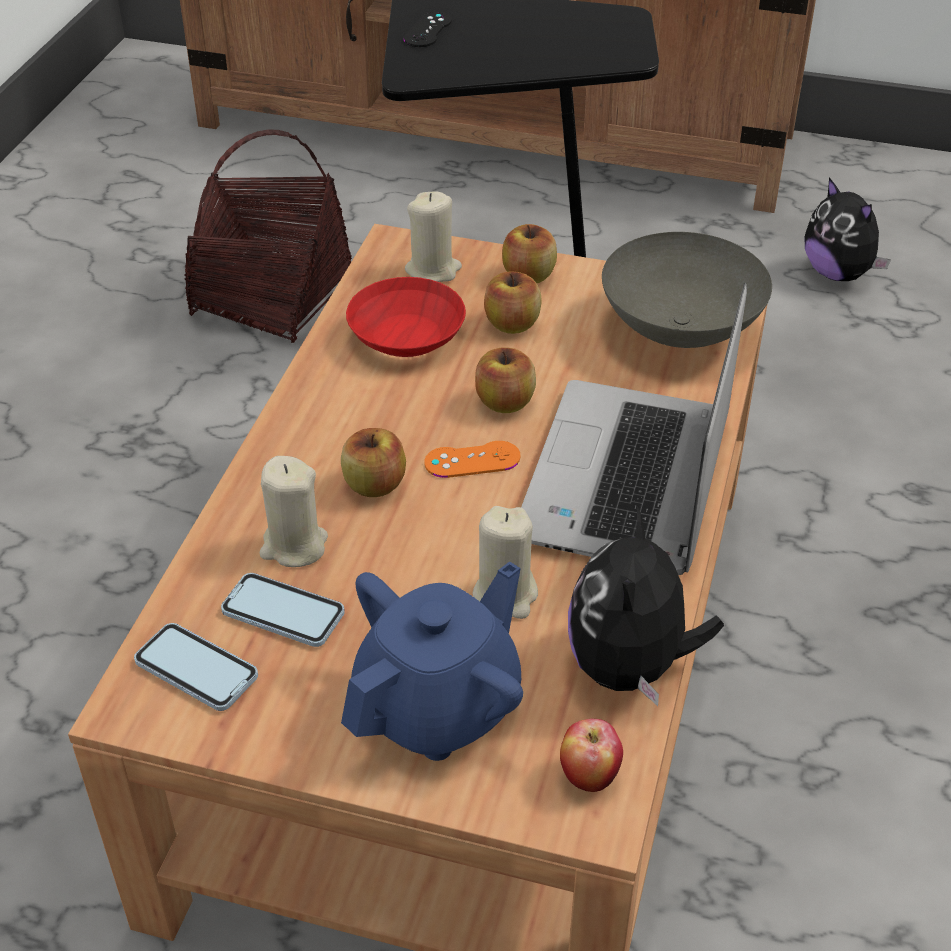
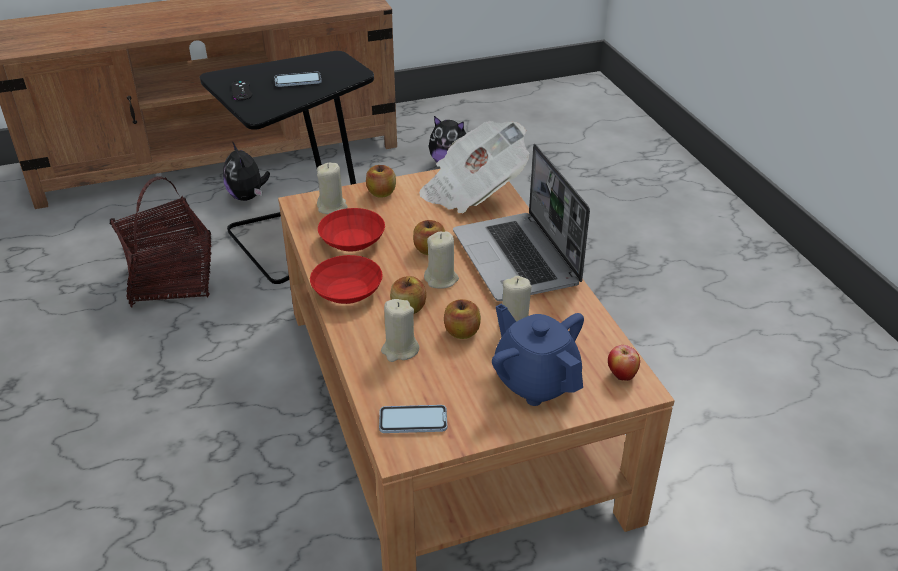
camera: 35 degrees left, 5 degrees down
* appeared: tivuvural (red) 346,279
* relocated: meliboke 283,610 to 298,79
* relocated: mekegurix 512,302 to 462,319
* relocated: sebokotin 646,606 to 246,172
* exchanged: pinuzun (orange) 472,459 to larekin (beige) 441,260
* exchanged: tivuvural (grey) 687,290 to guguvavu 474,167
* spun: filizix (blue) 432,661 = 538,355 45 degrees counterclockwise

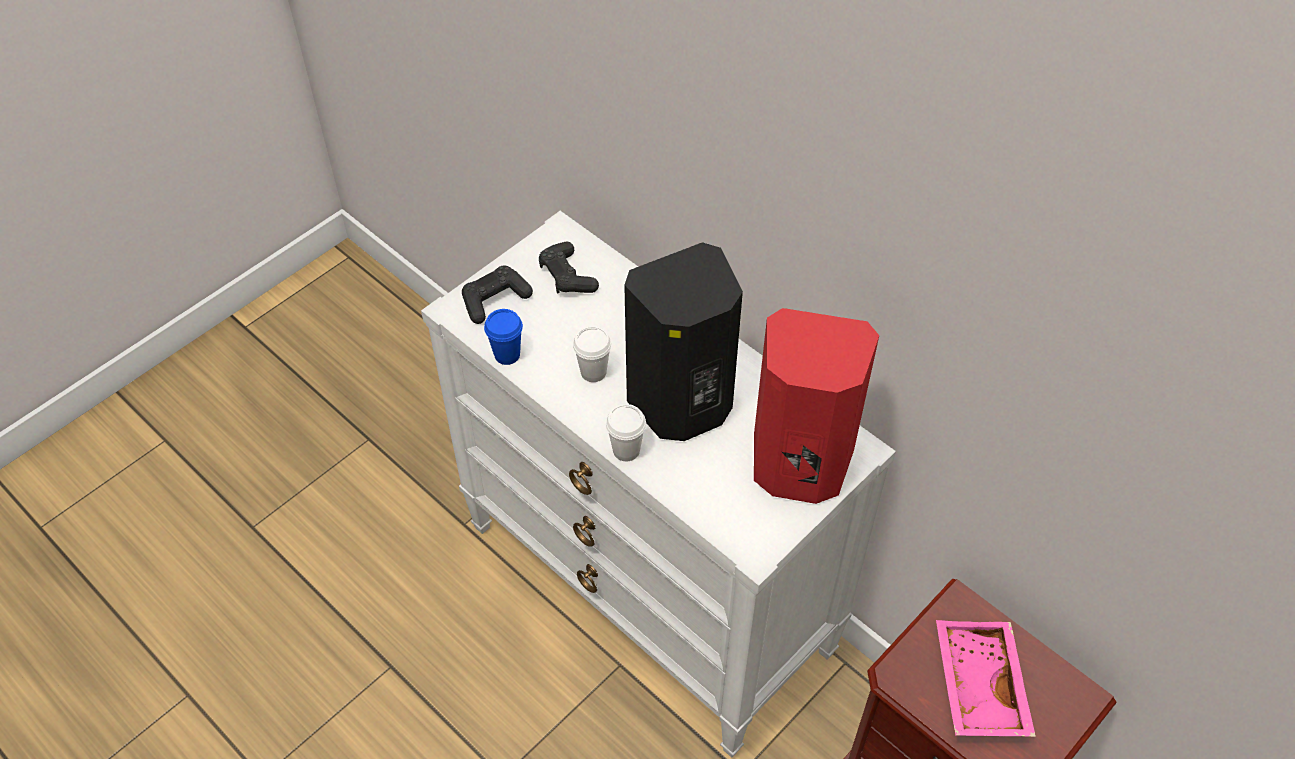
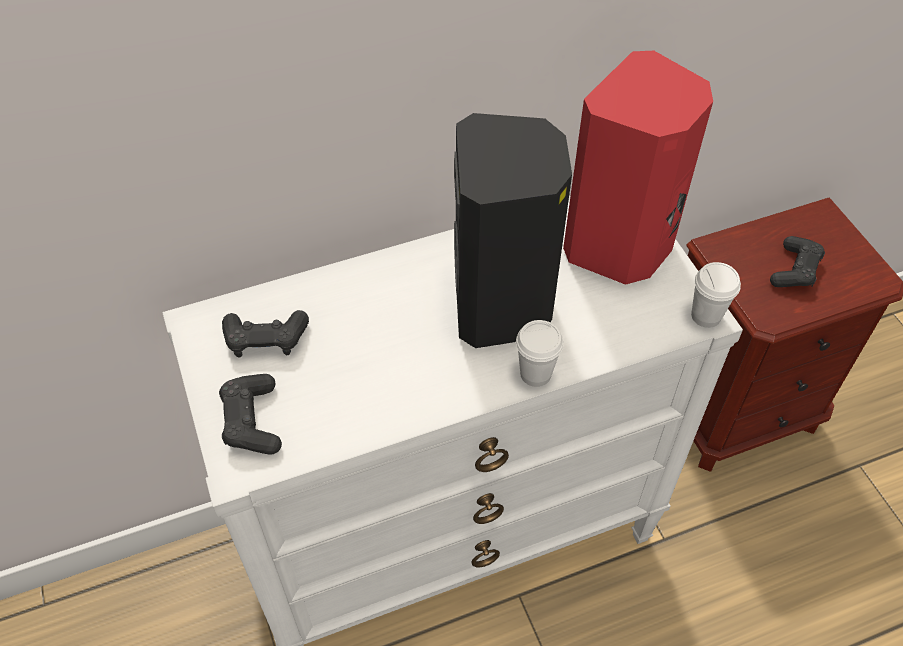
camera: 65 degrees left, 0 degrees up
* missing: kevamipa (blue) 503,337
* relocated: kevamipa (white) 592,354 to 716,295
* exchanged: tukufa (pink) 986,678 to pinuzun (black) 797,261

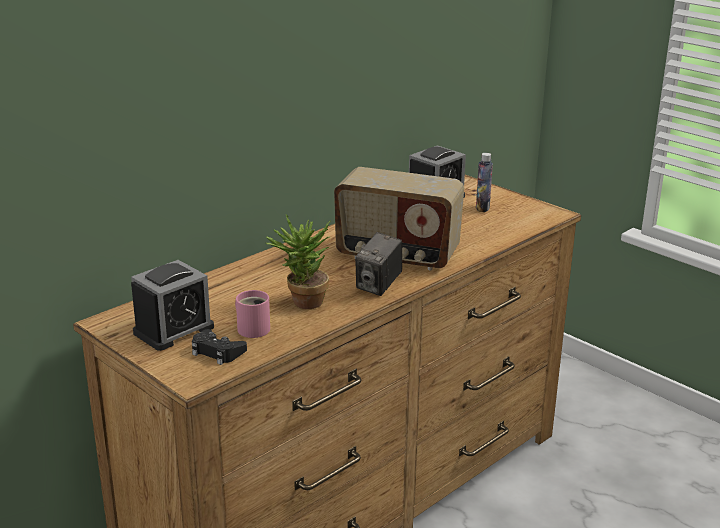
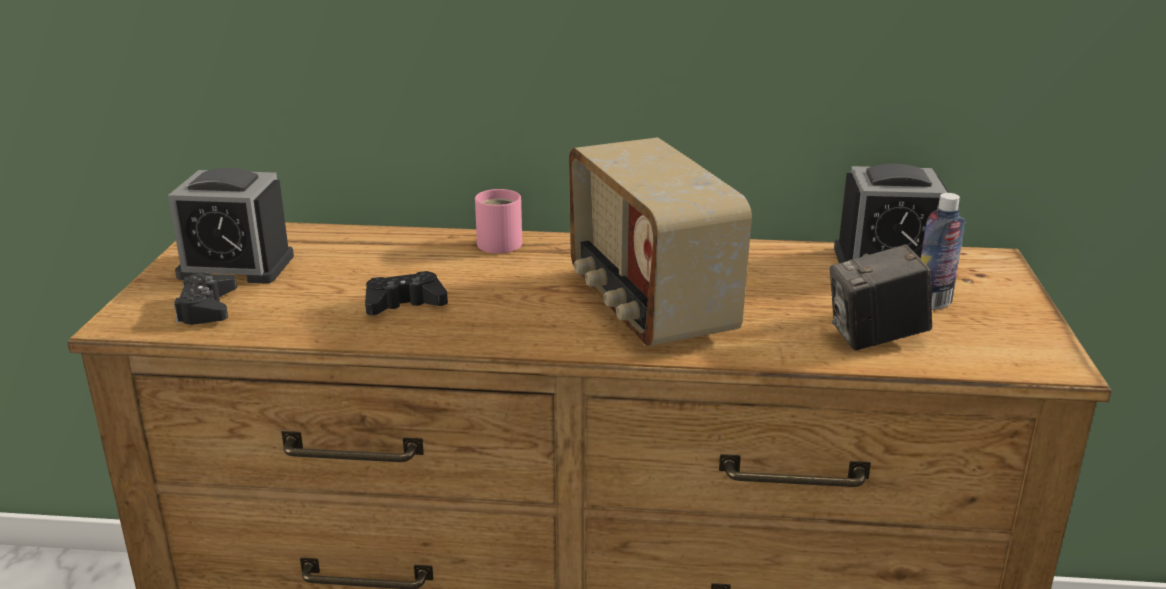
camera: 50 degrees right, 0 degrees up
* relocated: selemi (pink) 252,314 to 498,221
* relocated: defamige 378,264 to 881,297
* exchanged: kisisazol 298,261 to pinuzun (black) 406,293

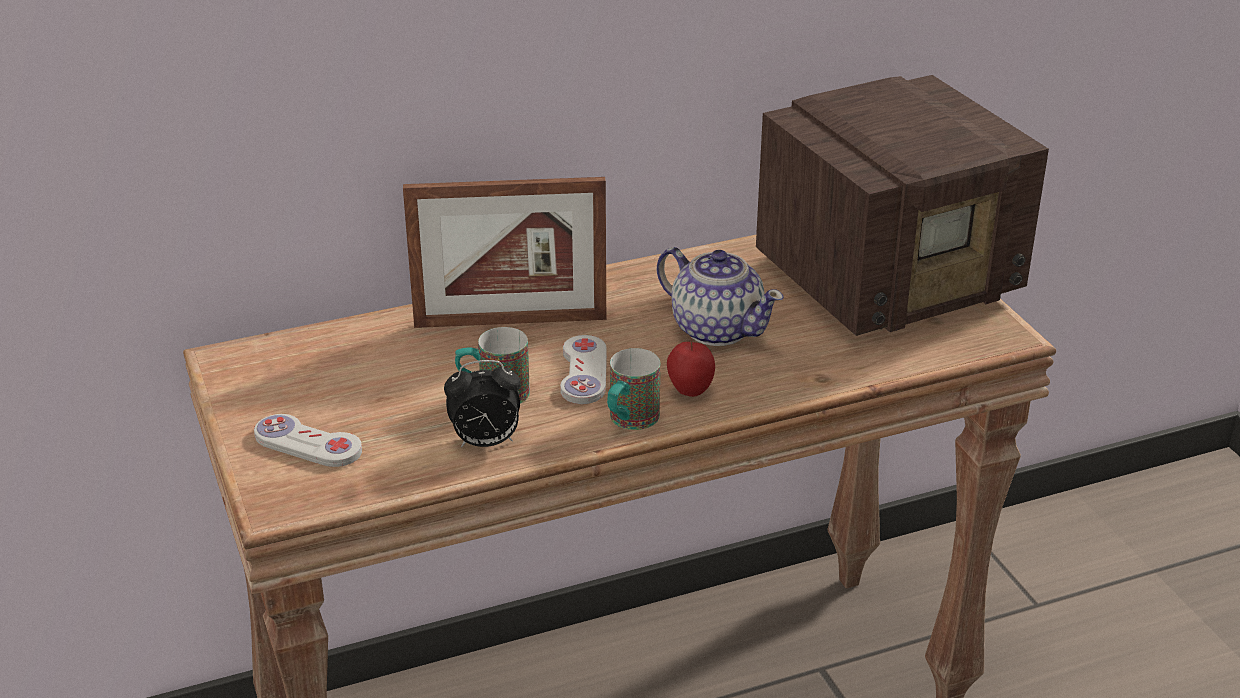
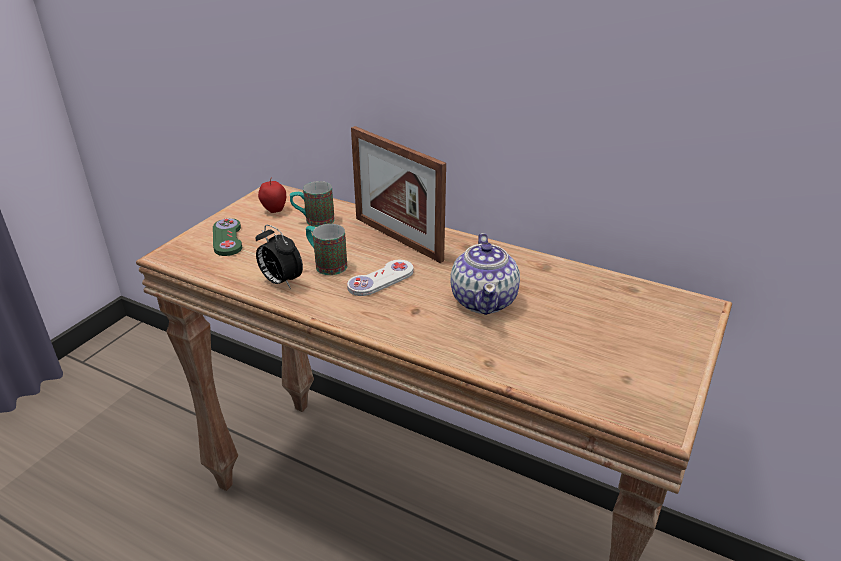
camera: 50 degrees right, 0 degrees up
* missing: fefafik 902,205
* relocated: selemi 633,389 to 312,204
* relocated: mekegurix 691,367 to 272,195
* colour: pinuzun (white) 308,440 to pinuzun (green) 227,237

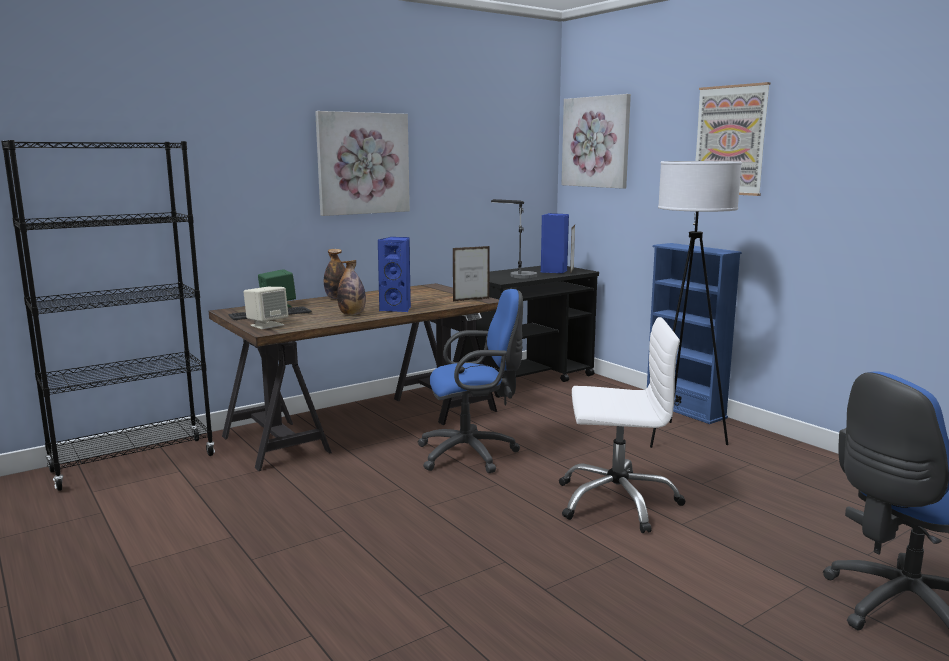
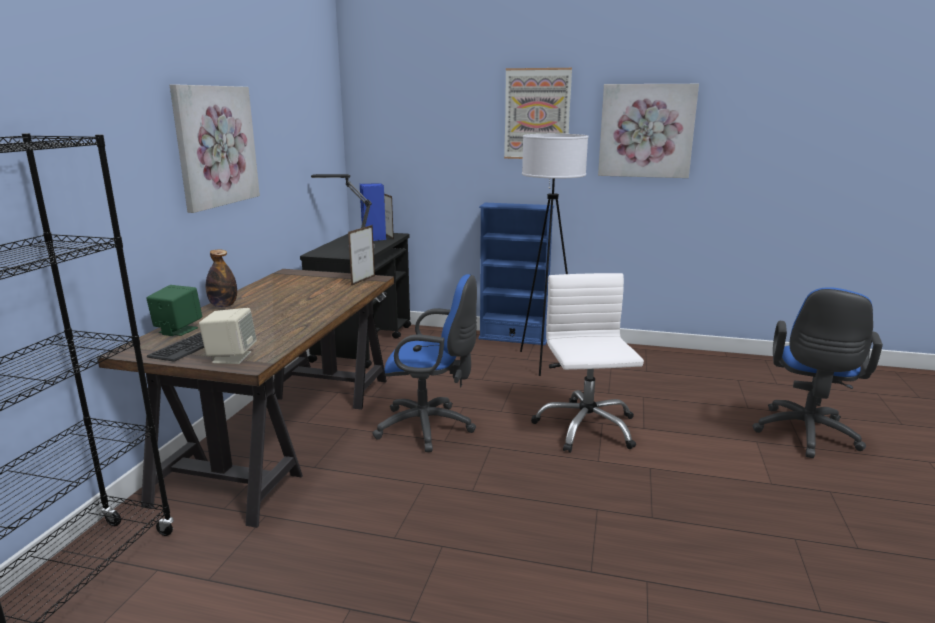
camera: 40 degrees left, 5 degrees up
* missing: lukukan 351,287
* missing: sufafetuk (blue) 394,274
* relocated: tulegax 596,141 to 648,131
* spun: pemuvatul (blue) 470,381 = 424,363 60 degrees clockwise
* spun: pemuvatul (white) 622,425 = 587,363 60 degrees counterclockwise

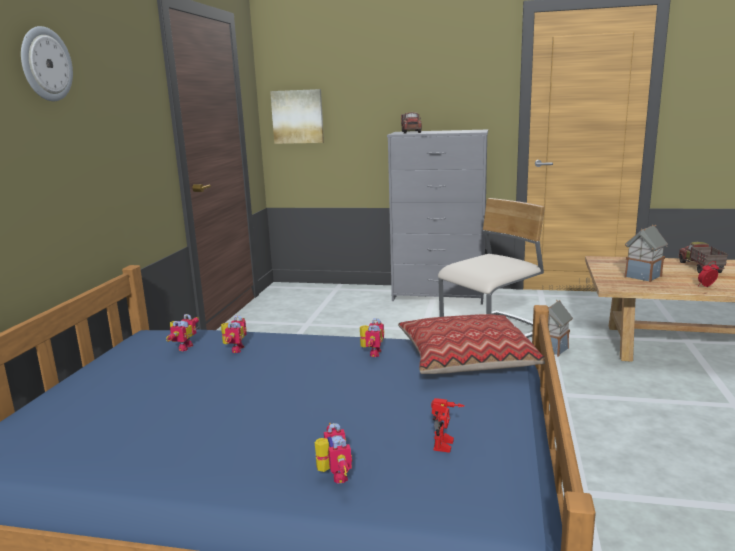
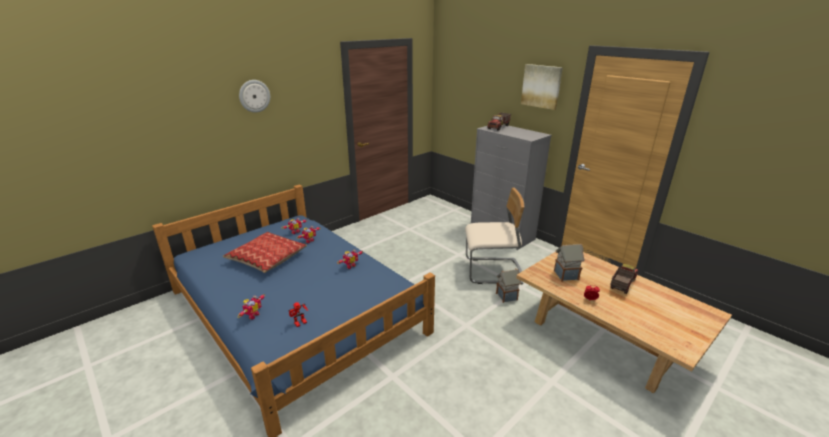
camera: 35 degrees right, 10 degrees up
* relocated: tulegax 297,116 to 542,87
* relocated: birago 471,344 to 265,252

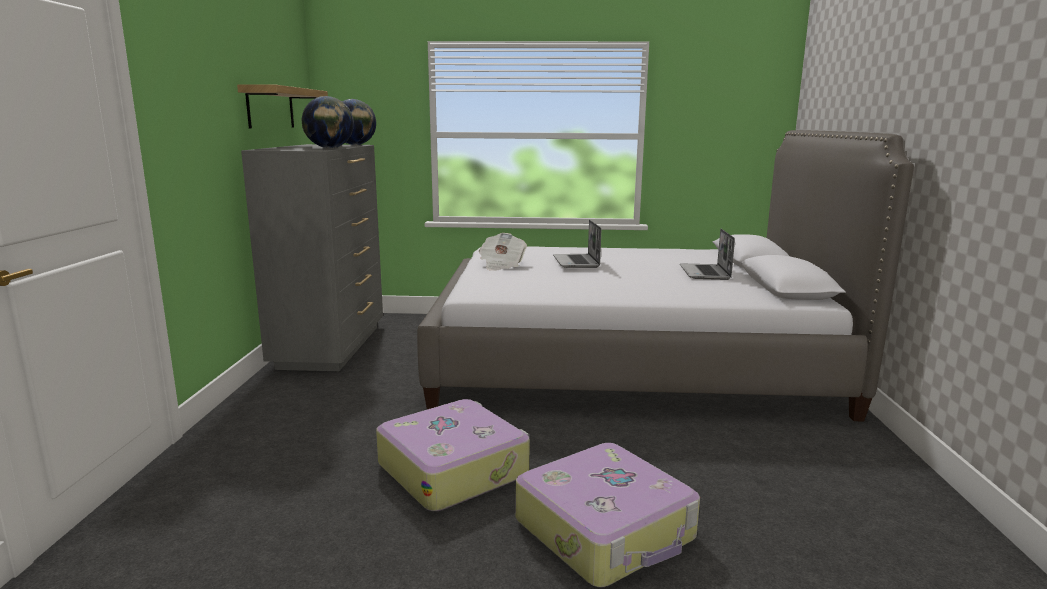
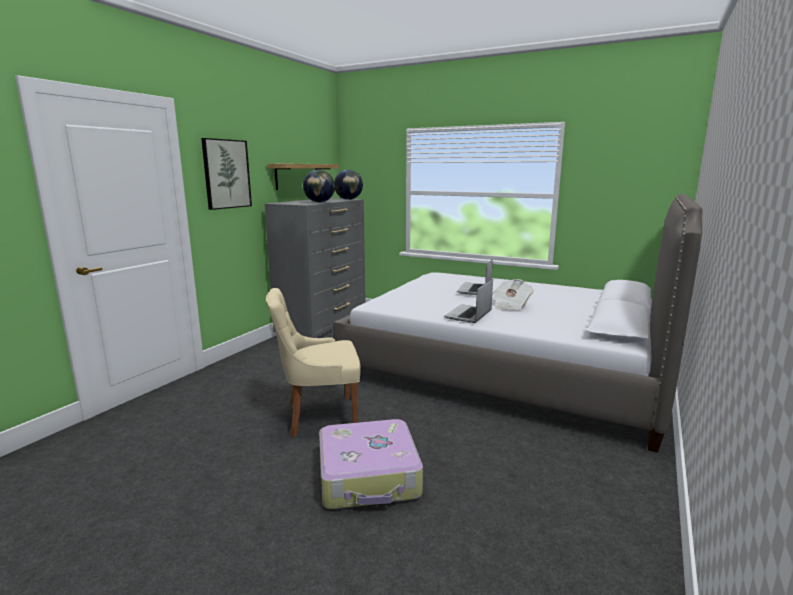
camera: 25 degrees right, 0 degrees up
* appeared: tulegax 226,174
* relocated: guguvavu 503,252 to 513,294
* relocated: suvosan 707,254 to 468,301
* exchanged: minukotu 453,455 to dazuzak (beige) 313,362

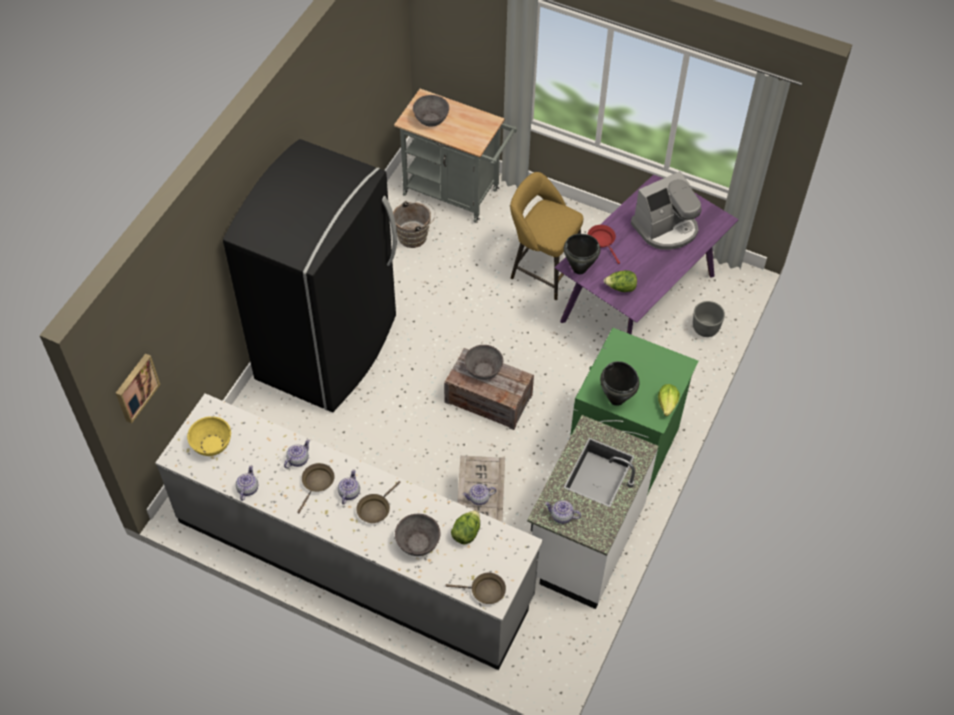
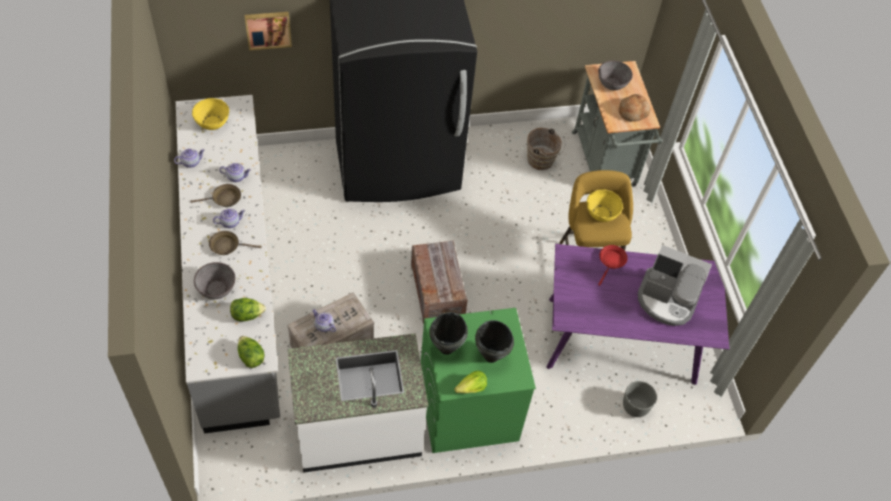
camera: 50 degrees right, 0 degrees up
* missing: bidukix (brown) 476,588
* missing: tivuvural (grey) 483,362
* missing: filizix 563,512
* appeared: tivuvural (yellow) 605,205
* appeared: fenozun 634,108
* relocated: tulegax 138,388 to 268,31
* relocated: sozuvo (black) 582,254 to 494,341
* relocated: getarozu 620,281 to 251,352

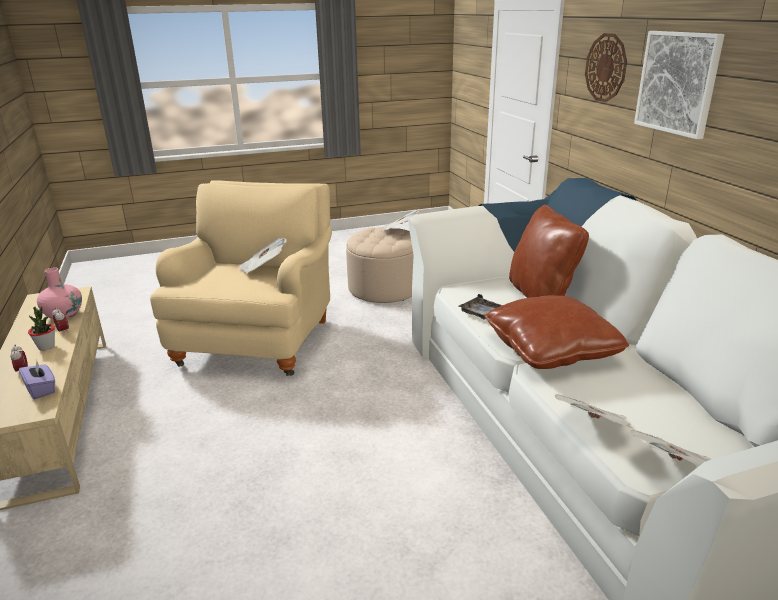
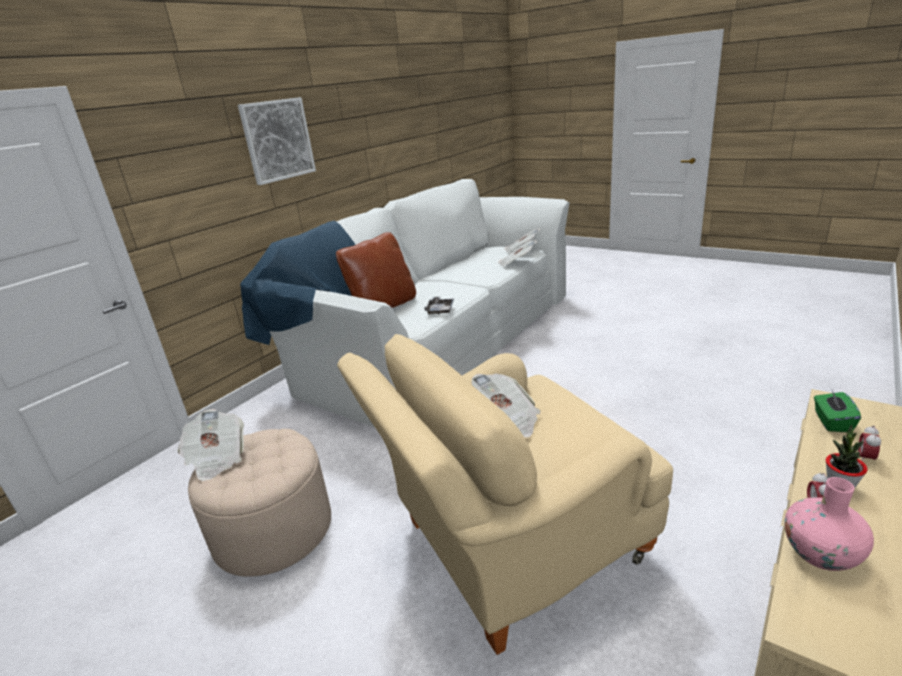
camera: 125 degrees left, 0 degrees up
* missing: birago (brown) 557,332
* missing: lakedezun 606,67
* colour: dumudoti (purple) 37,380 to dumudoti (green) 837,411

